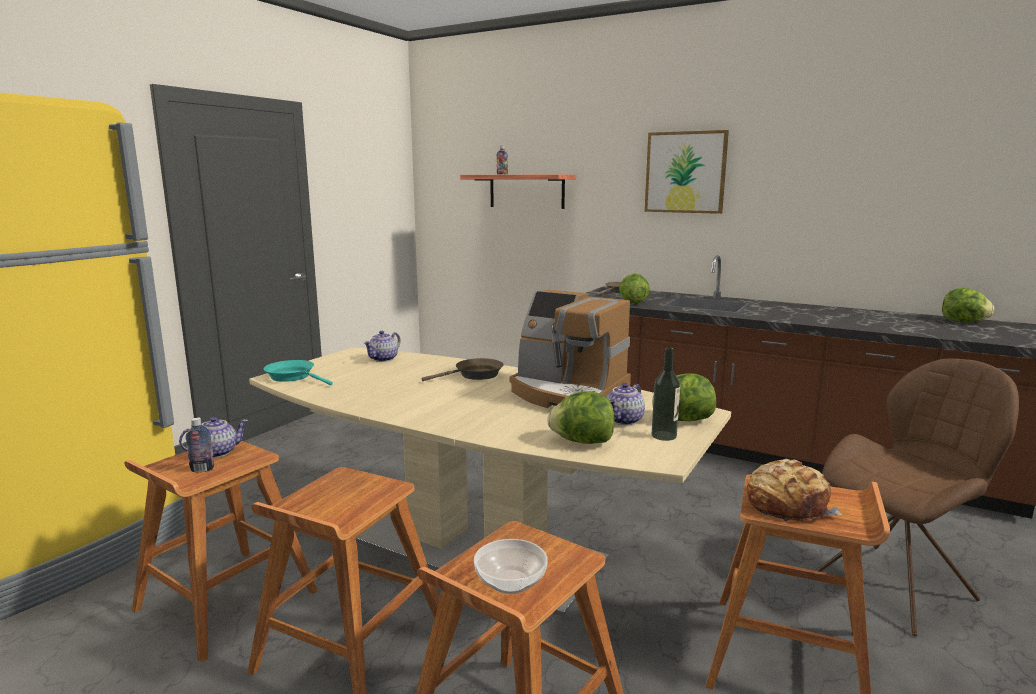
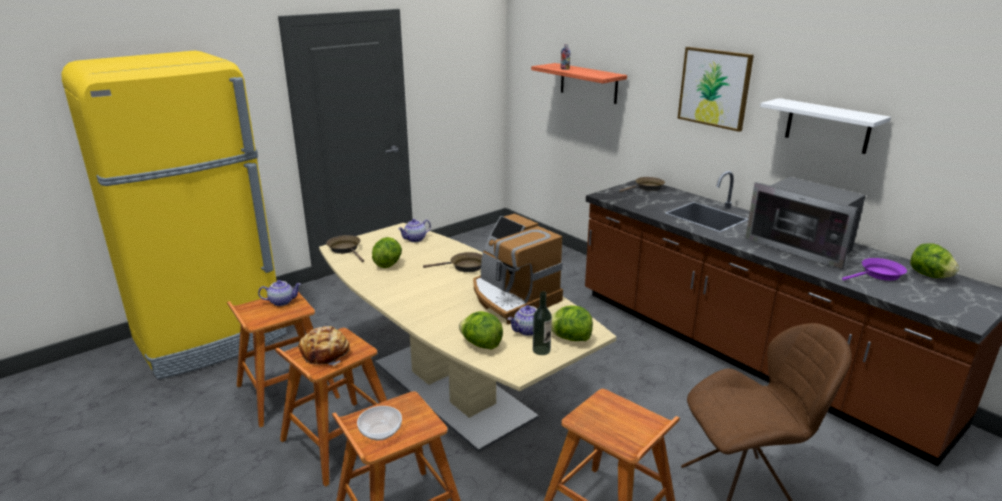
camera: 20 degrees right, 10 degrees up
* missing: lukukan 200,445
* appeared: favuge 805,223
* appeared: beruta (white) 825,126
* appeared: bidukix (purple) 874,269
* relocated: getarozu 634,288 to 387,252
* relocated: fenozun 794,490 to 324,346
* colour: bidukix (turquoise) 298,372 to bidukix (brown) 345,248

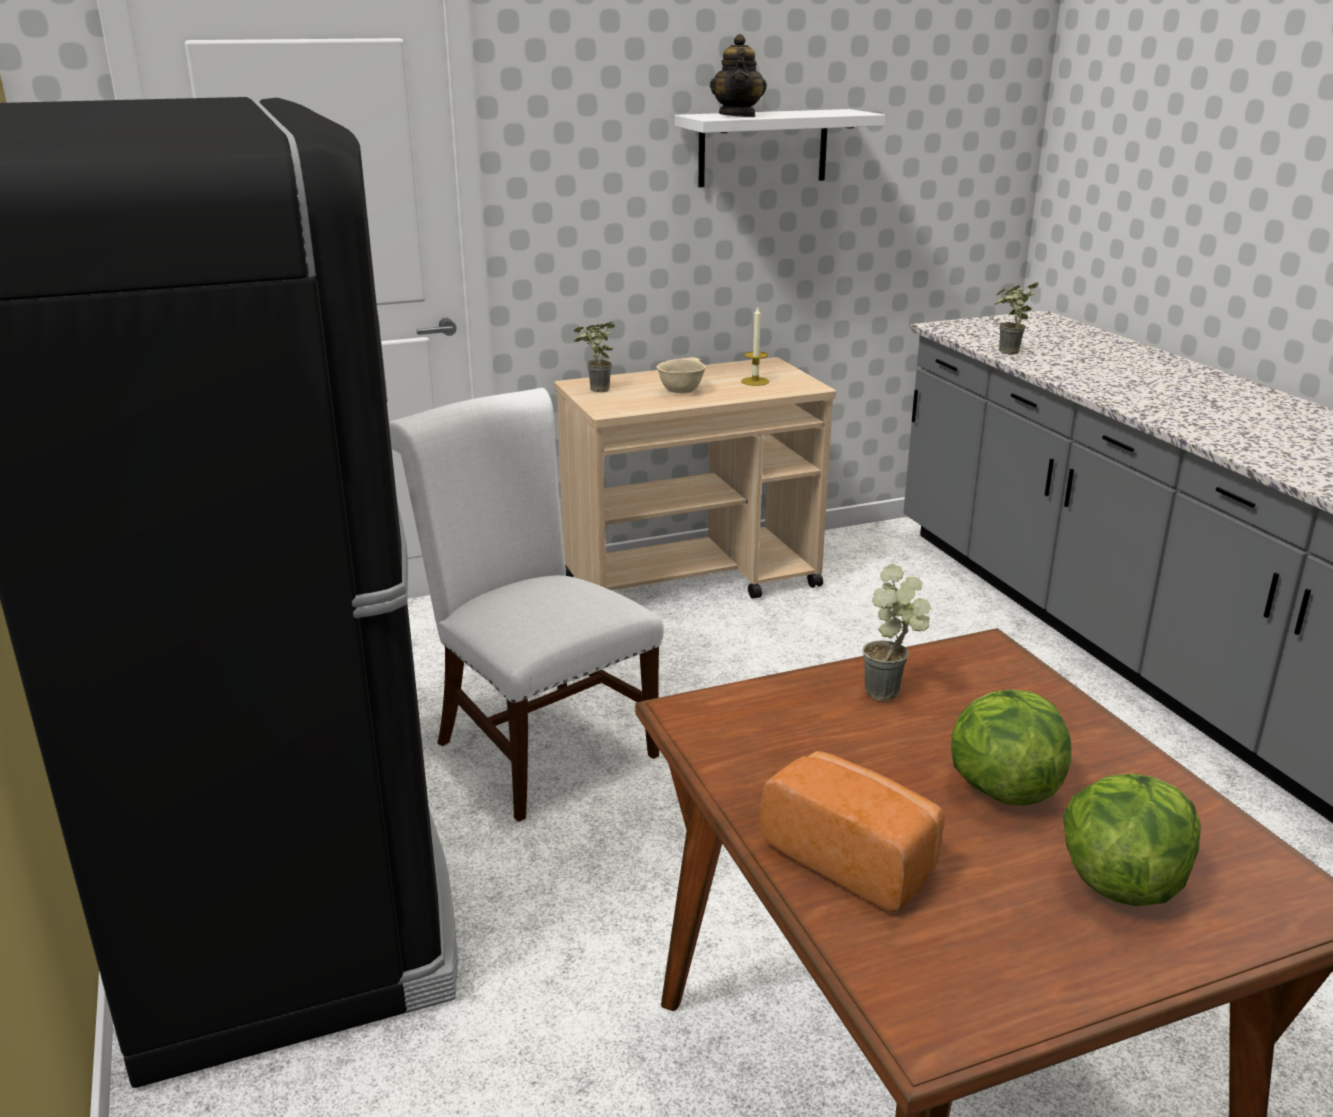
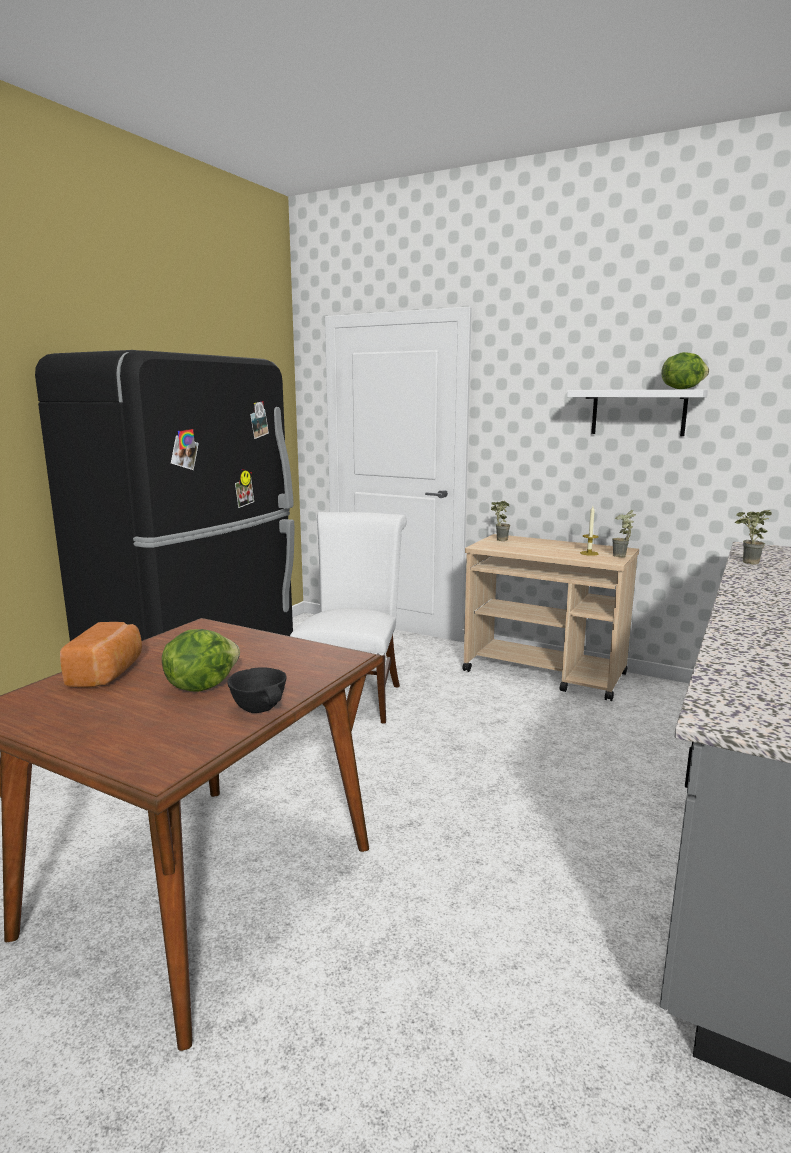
camera: 50 degrees right, 10 degrees down
* missing: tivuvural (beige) 681,375
* missing: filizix 738,75
* appeared: tivuvural (black) 257,690
* relocated: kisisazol 896,632 to 624,533
* relocated: getarozu 1132,839 to 685,370

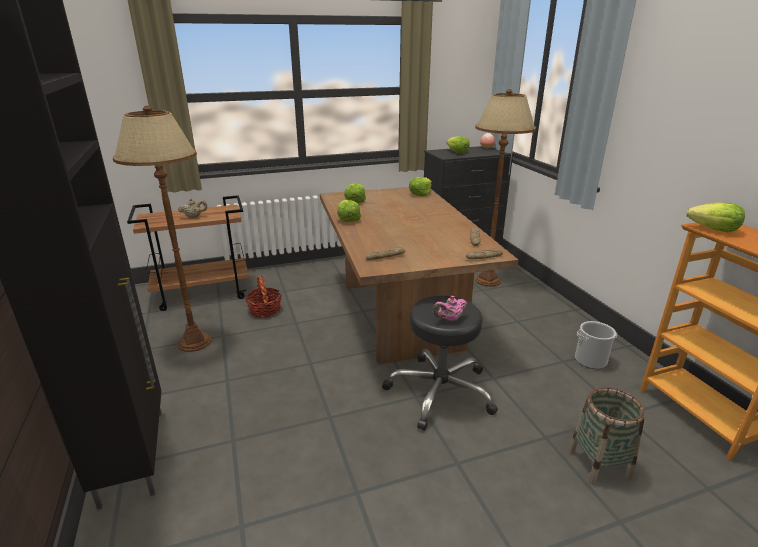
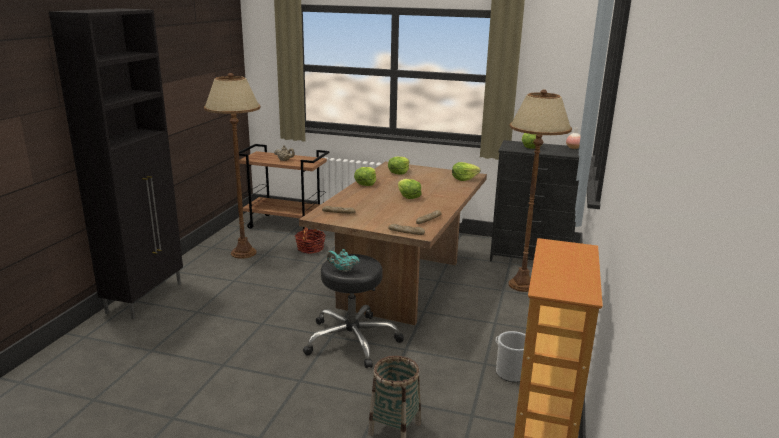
camera: 35 degrees right, 5 degrees down
* relocated: getarozu 715,217 to 410,189
* colour: filizix (pink) 450,309 to filizix (turquoise) 343,260

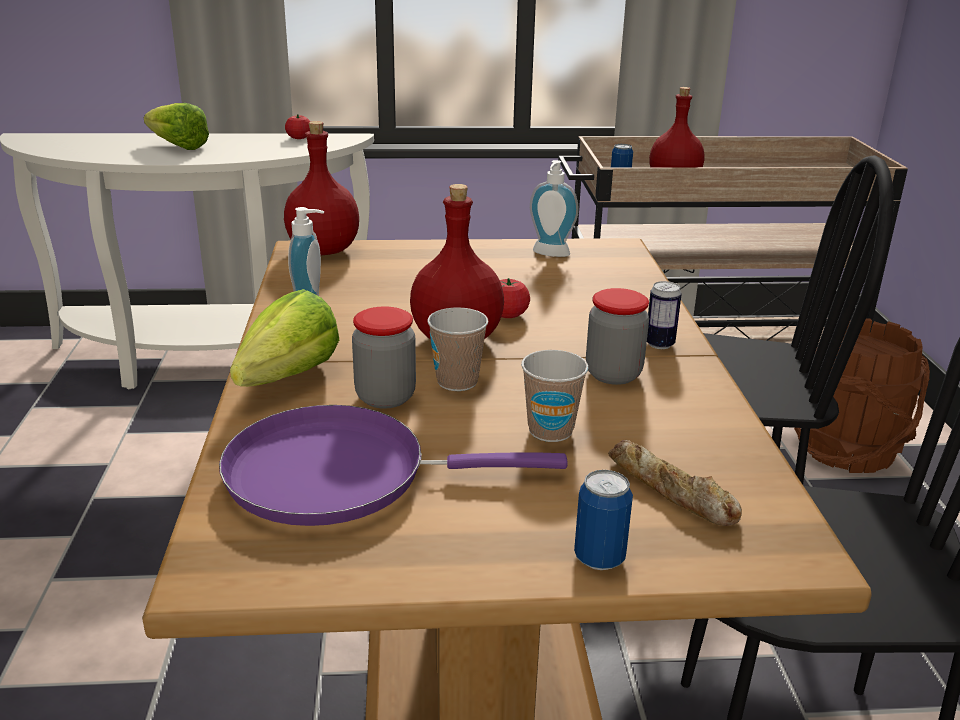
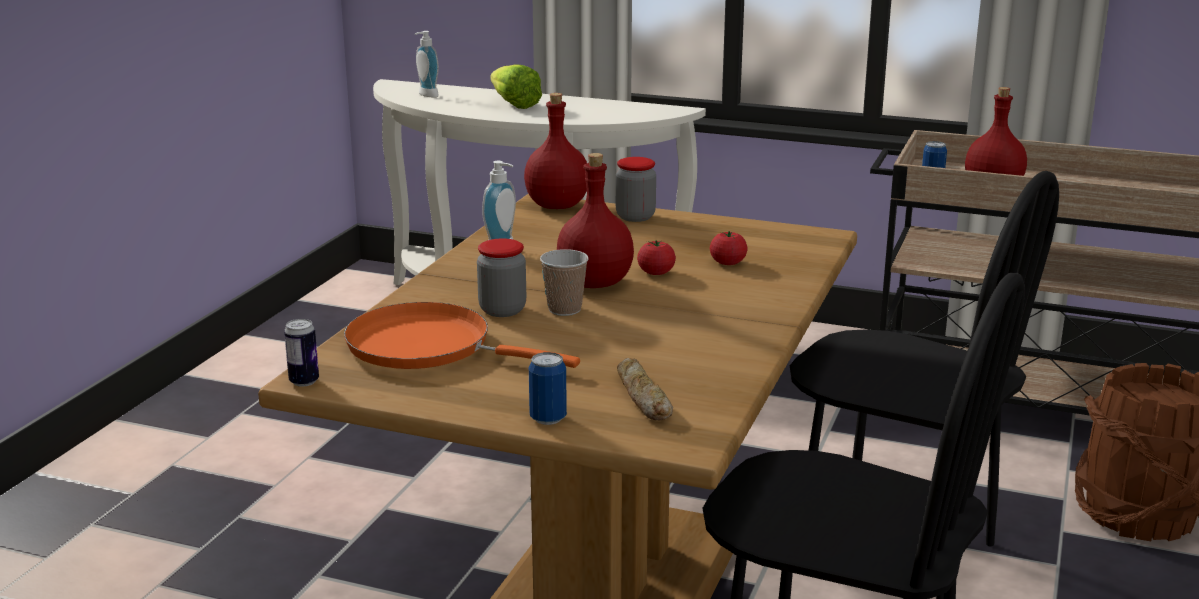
camera: 25 degrees right, 5 degrees down
* missing: getarozu 284,338
* missing: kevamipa 554,396
* relocated: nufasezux 297,126 to 729,248
* relocated: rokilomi 554,208 to 427,64
* relocated: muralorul 617,336 to 636,189
* relocated: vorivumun 664,315 to 301,353
* colour: bidukix (purple) 393,465 to bidukix (orange) 462,335

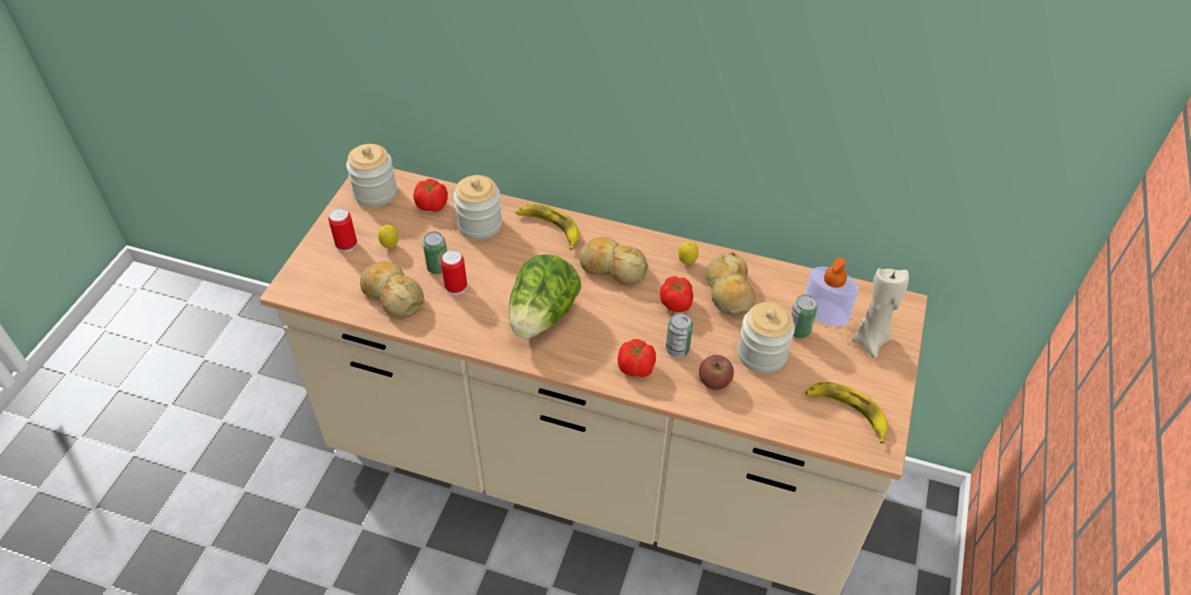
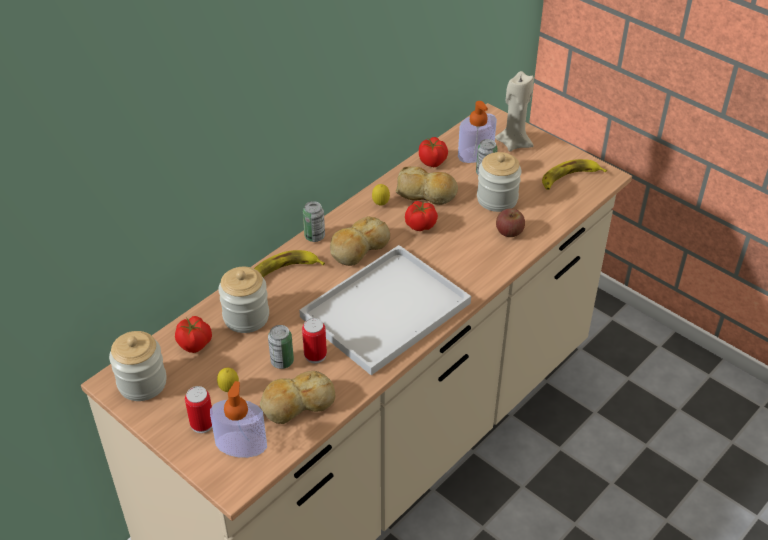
camera: 65 degrees left, 5 degrees down
* appeared: rokilomi 238,419
* relocated: nufasezux 637,358 to 433,152
* relocated: vorivumun 679,335 to 314,221
* exchanged: getarozu 545,296 to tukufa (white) 385,310

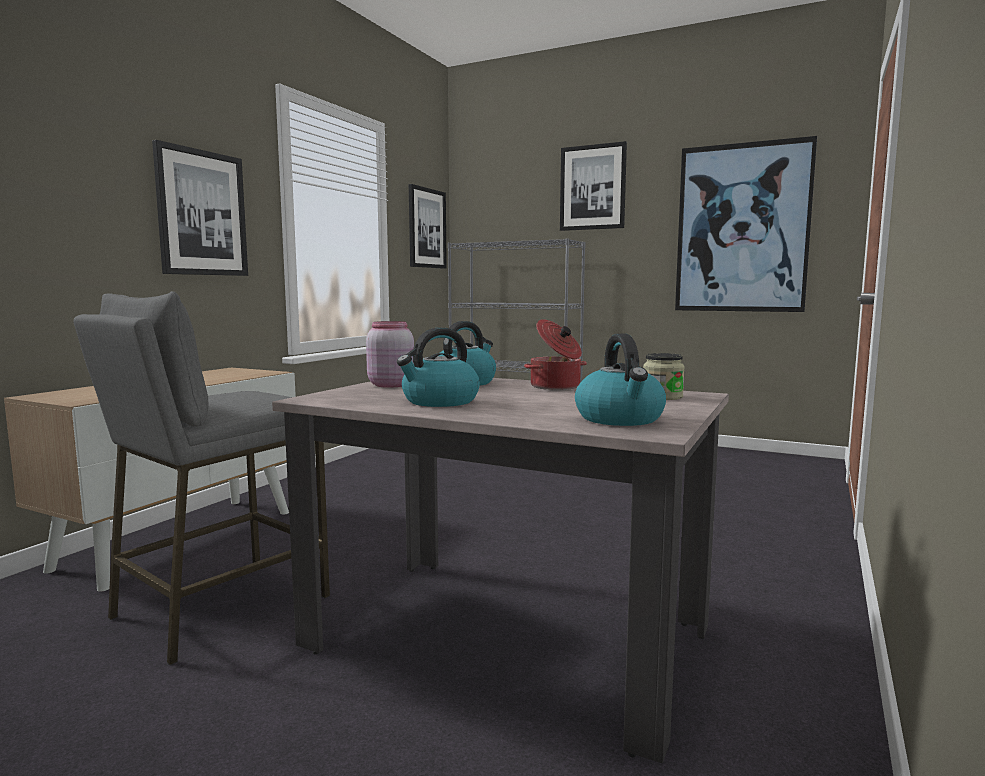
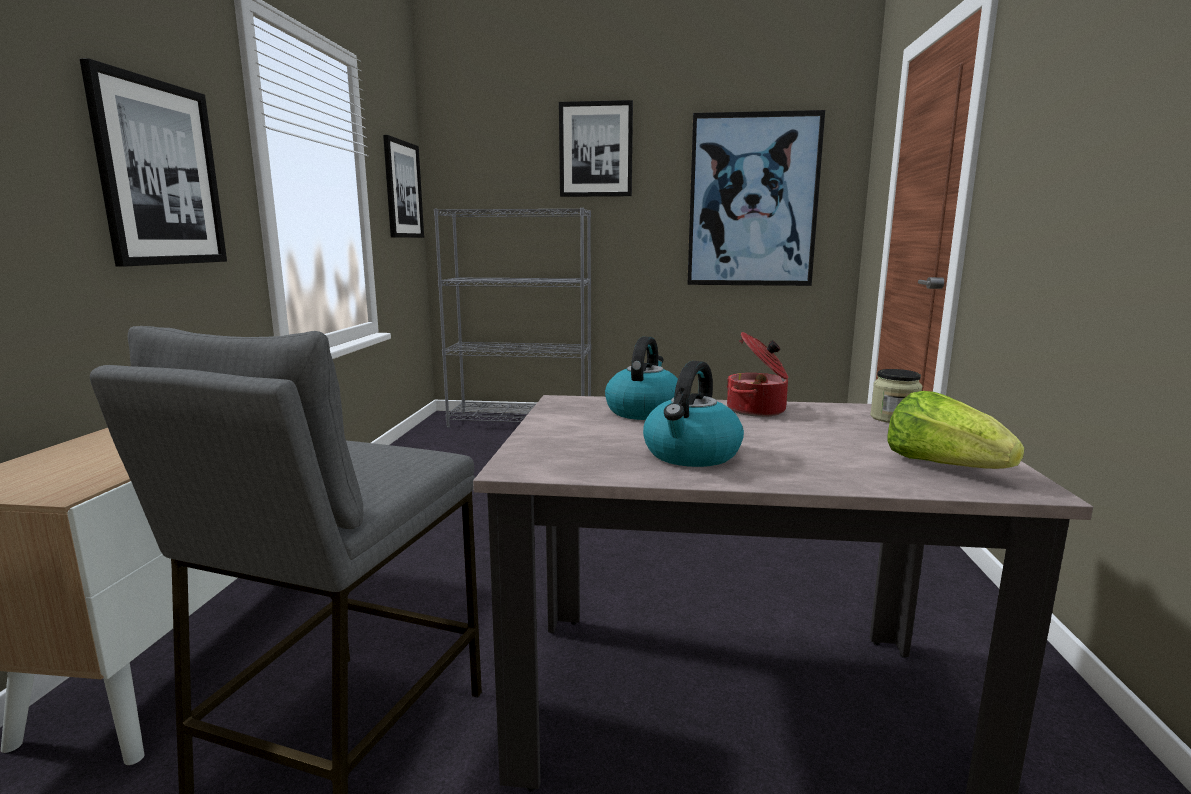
camera: 20 degrees left, 5 degrees up
* missing: muralorul (pink) 390,354
* exchanged: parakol 620,380 to getarozu 955,430

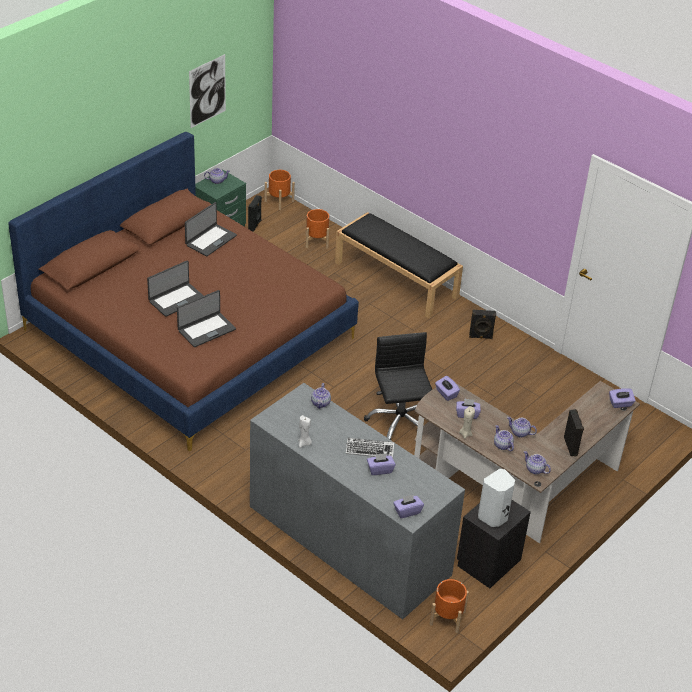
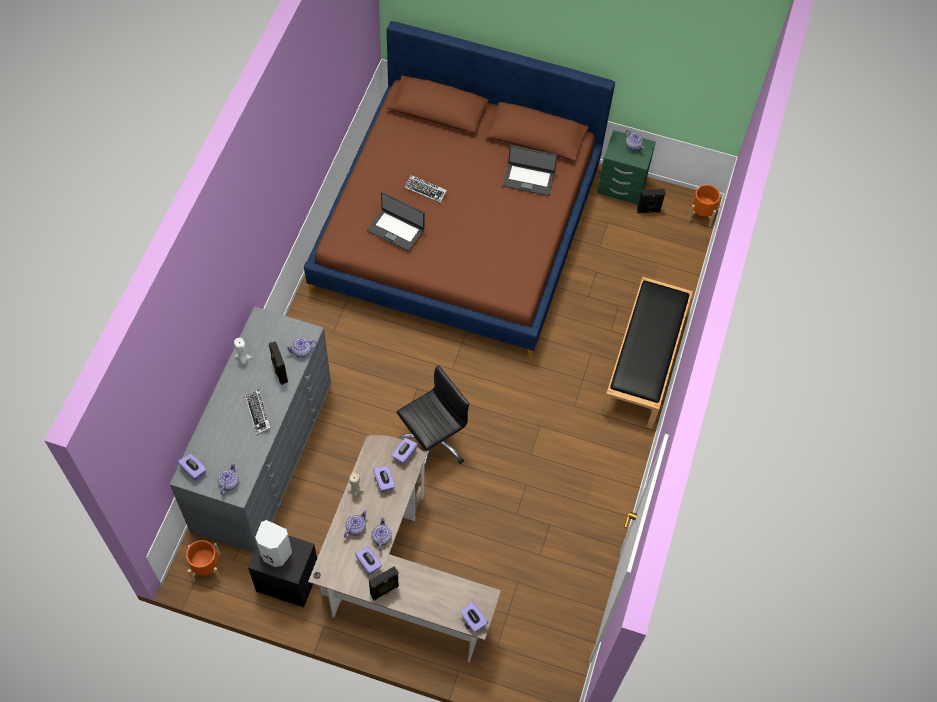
camera: 65 degrees right, 20 degrees up
* missing: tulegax 207,91
* missing: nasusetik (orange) 317,229
* relocated: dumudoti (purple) 381,464 to 368,560
* relocated: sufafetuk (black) 482,324 to 278,363
* relocated: filizix 537,462 to 228,478
* exchanged: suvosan 175,288 to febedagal 426,189

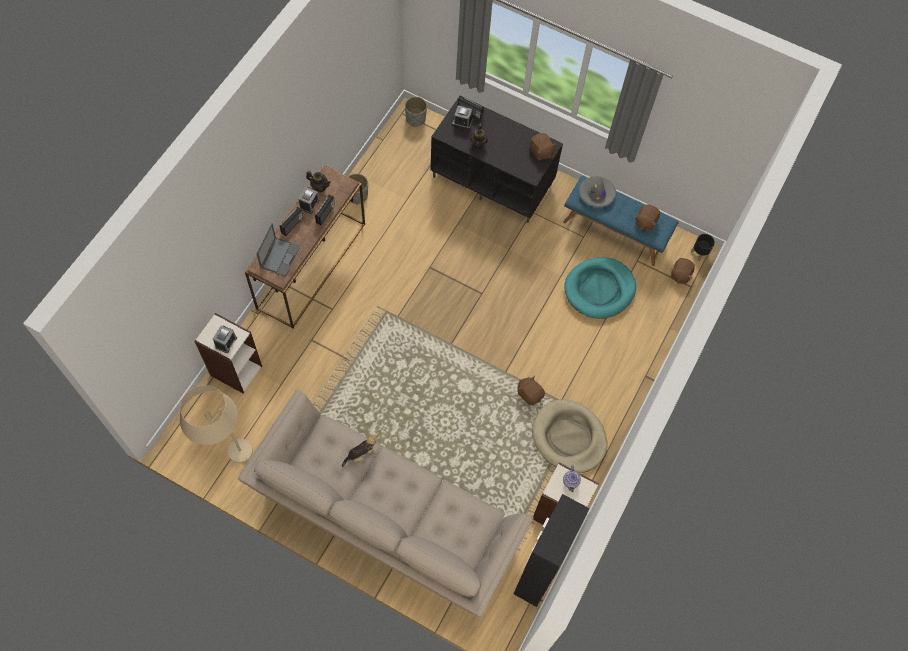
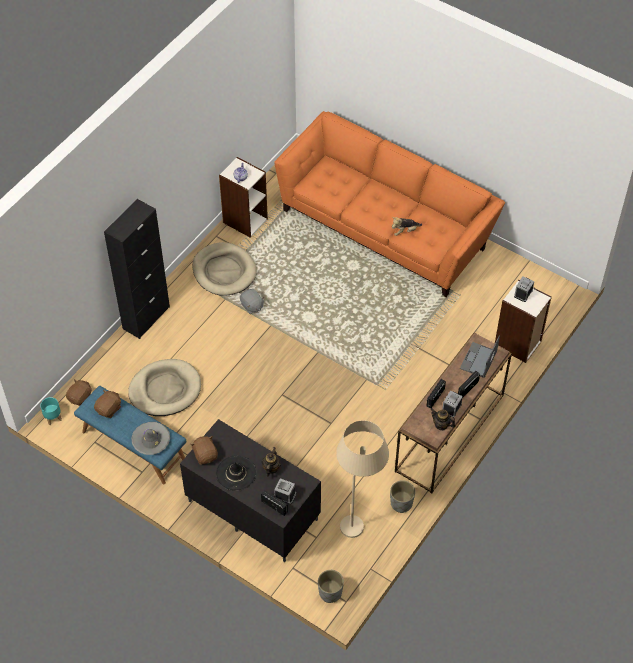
camera: 170 degrees left, 10 degrees down
* appeared: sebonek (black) 236,473
* relocated: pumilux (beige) 216,424 to 362,479
* relocated: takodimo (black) 552,550 to 137,269
* colour: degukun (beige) 385,503 to degukun (orange) 389,204
* colour: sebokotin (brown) 531,390 to sebokotin (grey) 252,301
* colour: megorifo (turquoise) 600,288 to megorifo (beige) 164,387
* colour: nasusetik (black) 703,247 to nasusetik (turquoise) 51,411

